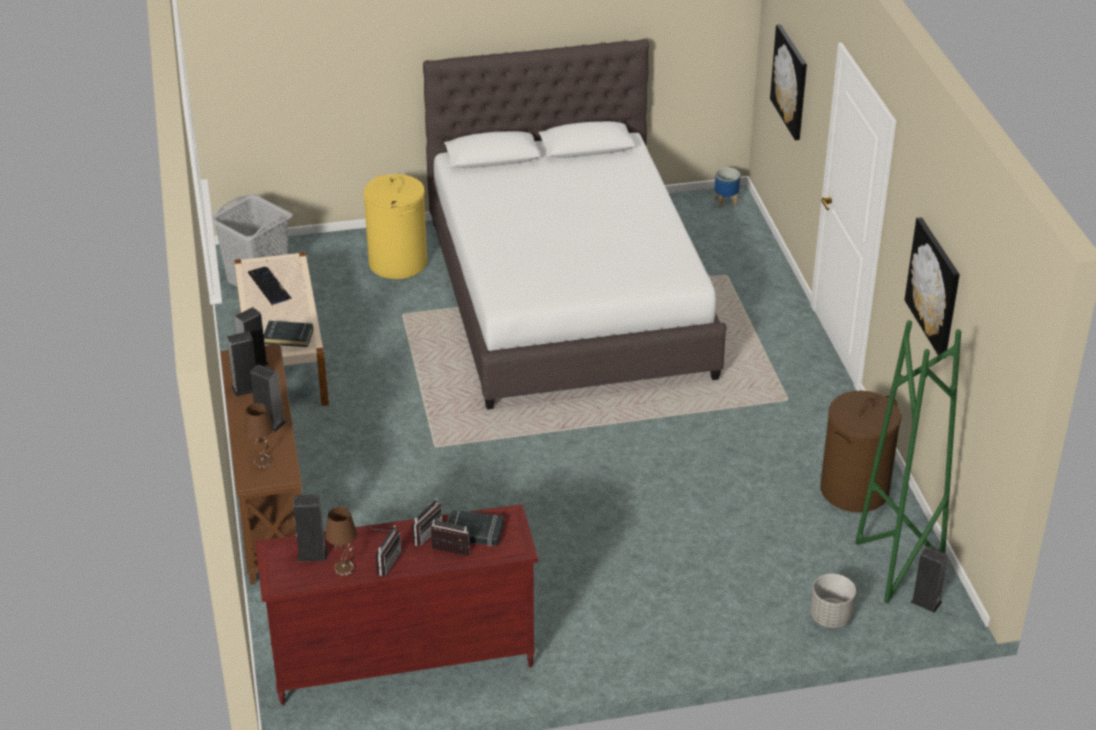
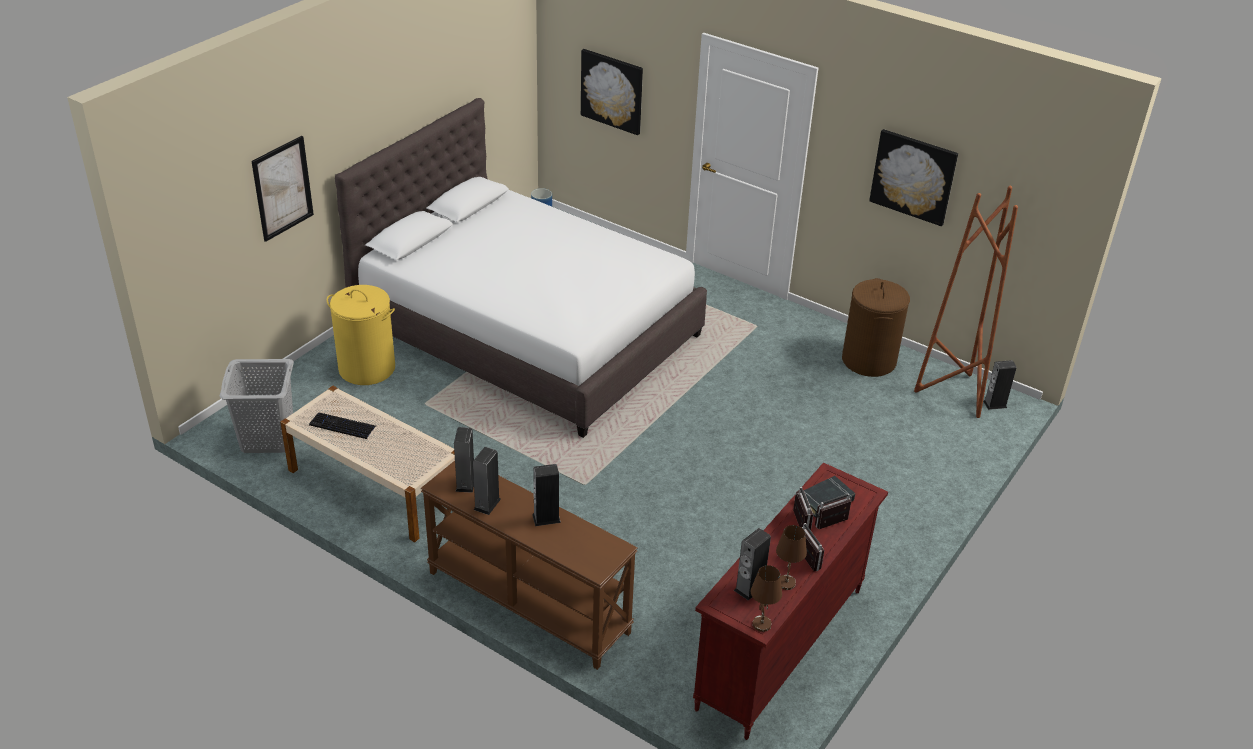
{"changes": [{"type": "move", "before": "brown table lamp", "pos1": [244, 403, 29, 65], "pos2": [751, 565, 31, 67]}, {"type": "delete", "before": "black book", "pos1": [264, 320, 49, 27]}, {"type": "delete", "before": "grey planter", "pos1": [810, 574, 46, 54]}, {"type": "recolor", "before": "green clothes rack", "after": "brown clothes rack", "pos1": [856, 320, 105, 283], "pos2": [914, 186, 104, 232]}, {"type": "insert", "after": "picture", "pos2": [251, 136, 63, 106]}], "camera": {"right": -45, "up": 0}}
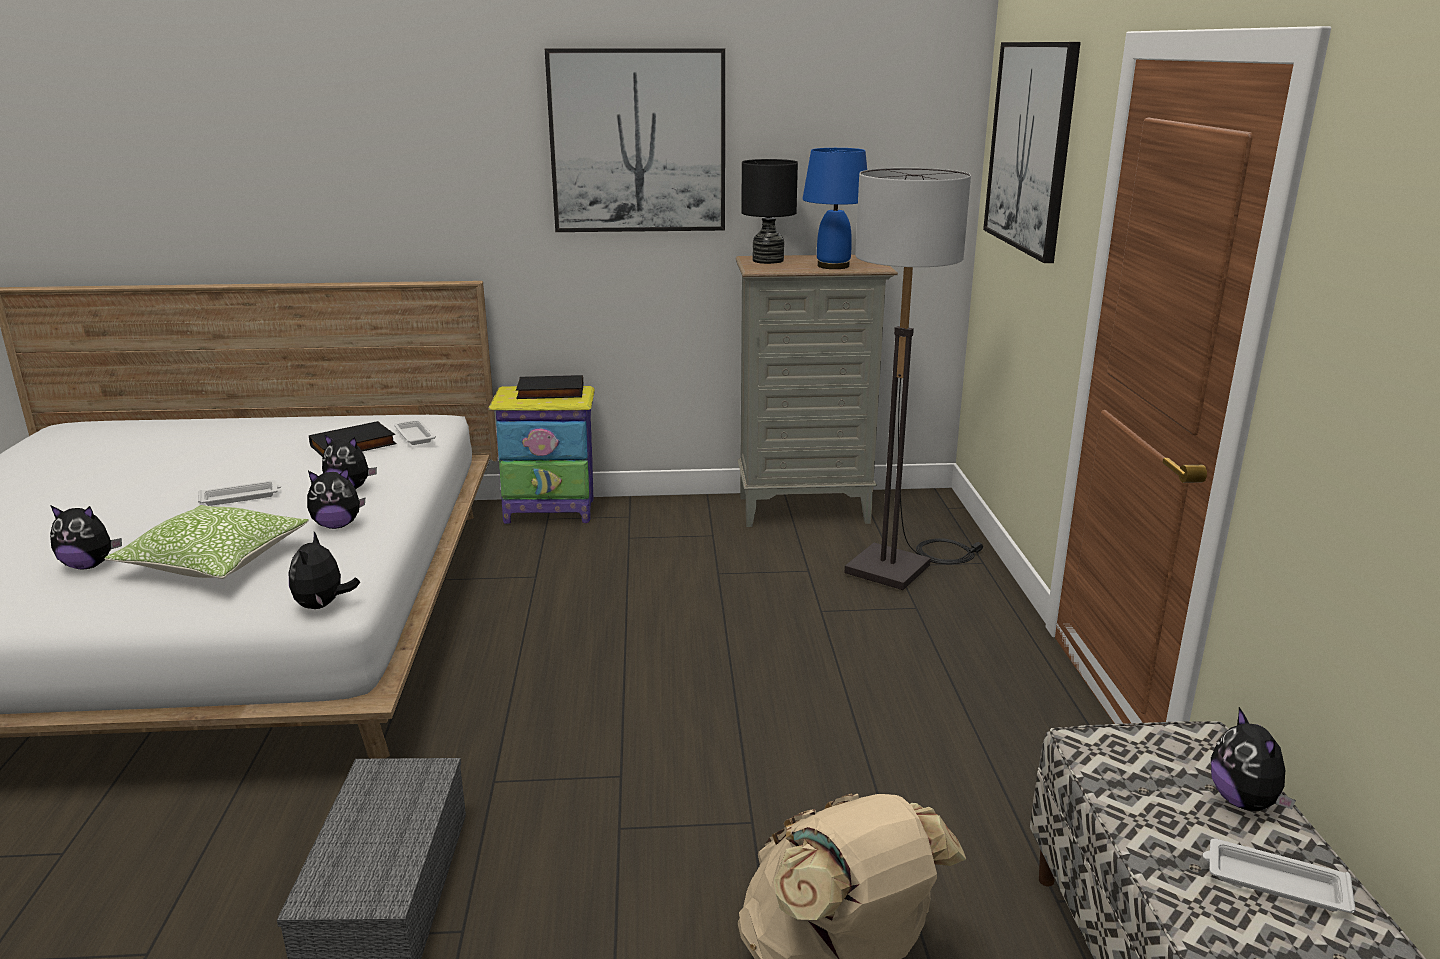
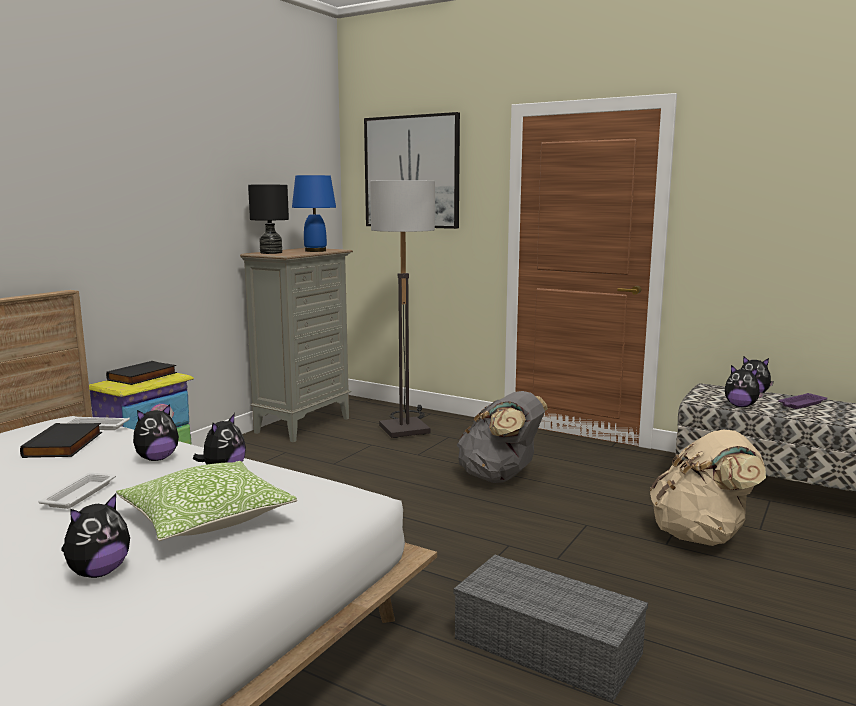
{"changes": [{"type": "move", "before": "plush toy", "pos1": [289, 532, 71, 77], "pos2": [725, 365, 39, 42]}, {"type": "delete", "before": "picture", "pos1": [545, 48, 180, 184]}, {"type": "recolor", "before": "white tray", "after": "purple tray", "pos1": [1203, 839, 153, 74], "pos2": [778, 393, 49, 16]}, {"type": "insert", "after": "grey backpack", "pos2": [457, 391, 91, 92]}], "camera": {"right": -55, "up": -10}}
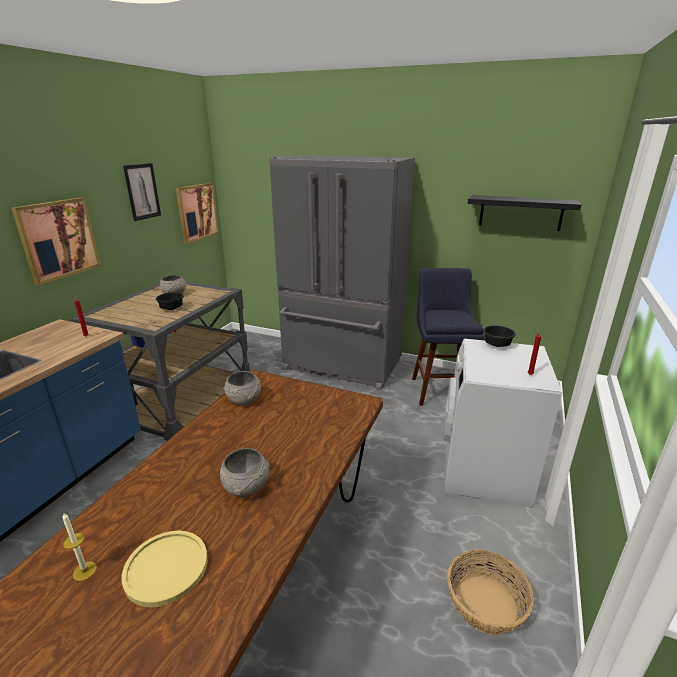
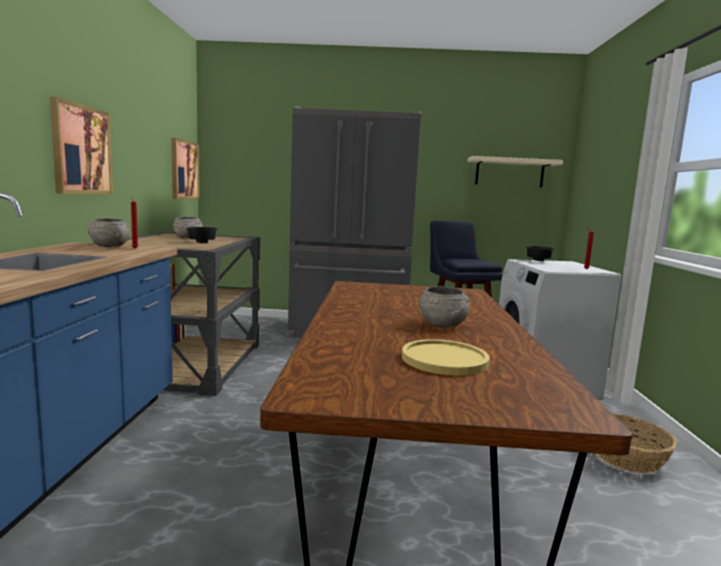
{"changes": [{"type": "delete", "before": "candle", "pos1": [62, 512, 35, 69]}, {"type": "delete", "before": "picture", "pos1": [123, 163, 38, 58]}, {"type": "move", "before": "grey bowl", "pos1": [224, 371, 37, 34], "pos2": [87, 218, 43, 29]}, {"type": "recolor", "before": "black shelf", "after": "beige shelf", "pos1": [468, 195, 113, 36], "pos2": [467, 156, 96, 31]}], "camera": {"right": -20, "up": -15}}
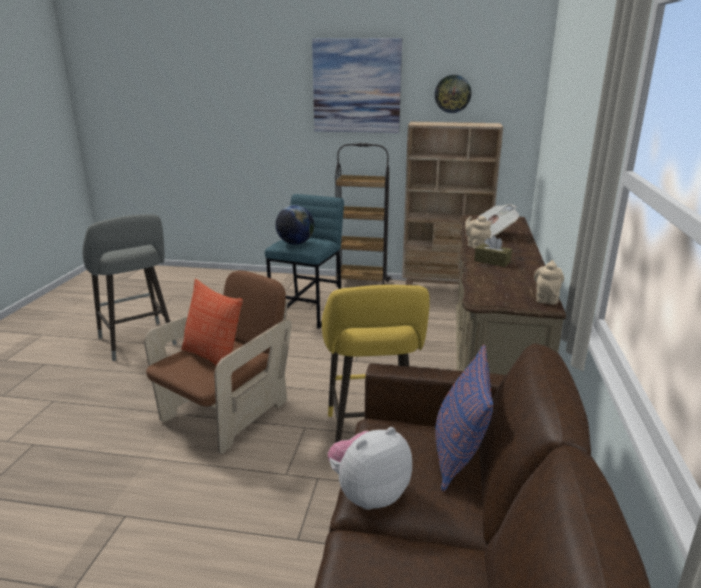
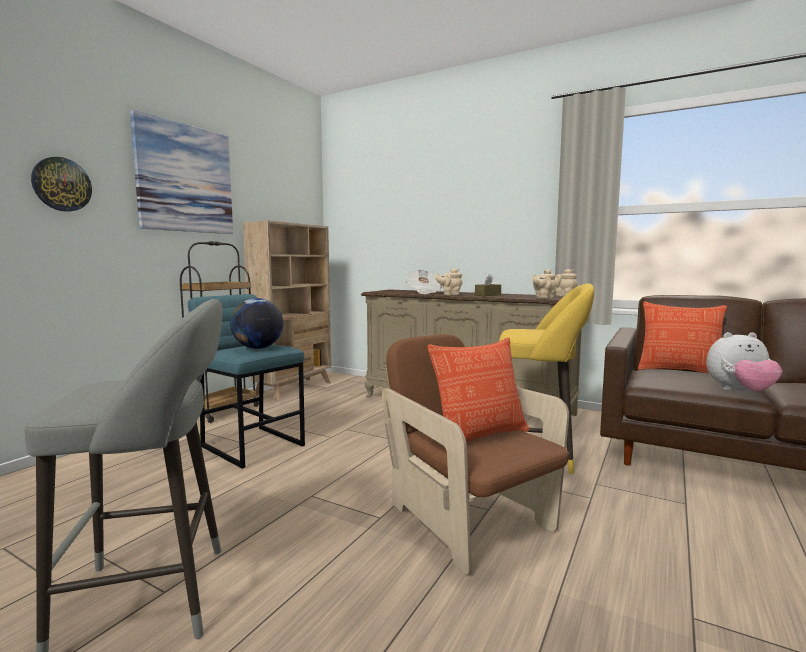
{"changes": [{"type": "rotate", "before": "plush toy", "pos1": [328, 427, 84, 83], "pos2": [706, 332, 77, 59], "turn": -75}, {"type": "move", "before": "wall clock", "pos1": [435, 75, 36, 38], "pos2": [31, 157, 61, 55]}, {"type": "recolor", "before": "blue pillow", "after": "orange pillow", "pos1": [435, 344, 58, 148], "pos2": [638, 302, 89, 71]}, {"type": "insert", "after": "beige teapot", "pos2": [533, 269, 23, 30]}], "camera": {"right": -70, "up": -15}}
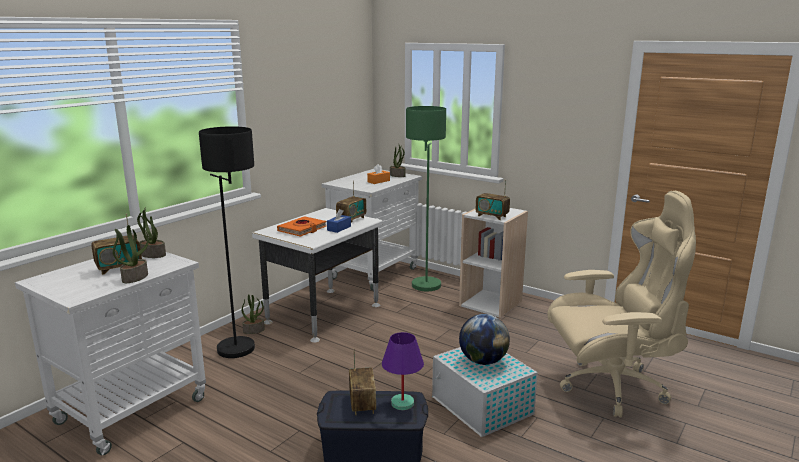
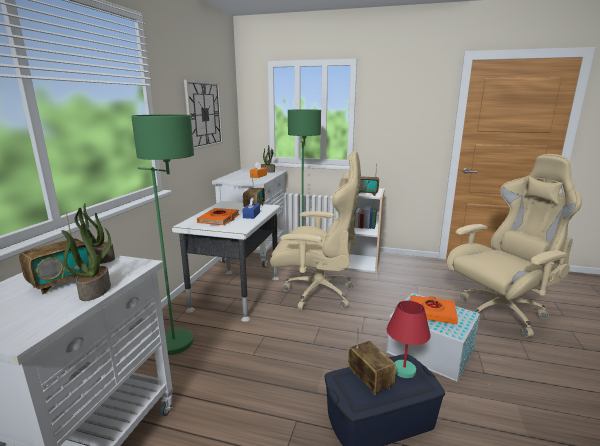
{"changes": [{"type": "recolor", "before": "black floor lamp", "after": "green floor lamp", "pos1": [199, 126, 56, 232], "pos2": [131, 114, 63, 241]}, {"type": "delete", "before": "potted plant", "pos1": [242, 294, 23, 40]}, {"type": "recolor", "before": "purple table lamp", "after": "red table lamp", "pos1": [382, 332, 42, 78], "pos2": [387, 301, 44, 77]}, {"type": "replace", "before": "globe", "after": "orange book", "pos1": [459, 314, 51, 51], "pos2": [410, 295, 48, 29]}, {"type": "insert", "after": "wall clock", "pos2": [184, 79, 39, 71]}, {"type": "insert", "after": "beige office chair", "pos2": [270, 151, 91, 159]}], "camera": {"right": -20, "up": 0}}
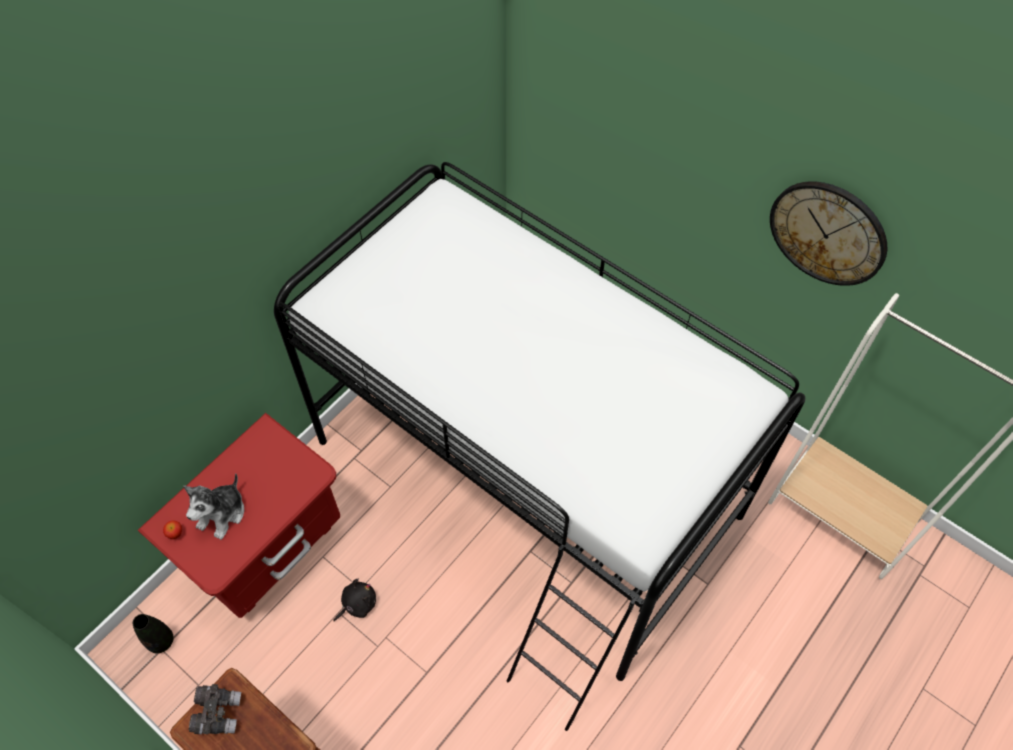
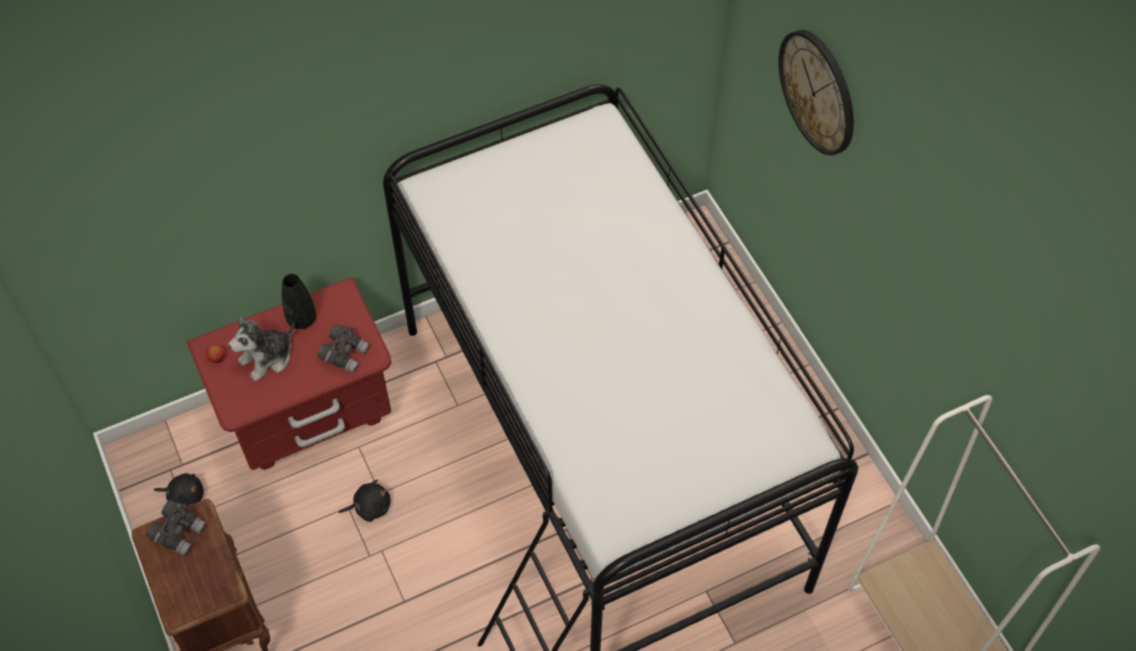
{"changes": [{"type": "move", "before": "black vase", "pos1": [133, 614, 41, 39], "pos2": [282, 274, 34, 55]}, {"type": "move", "before": "wall clock", "pos1": [770, 181, 117, 105], "pos2": [779, 30, 75, 125]}, {"type": "insert", "after": "black plush toy", "pos2": [154, 473, 50, 33]}, {"type": "insert", "after": "grey binoculars", "pos2": [317, 324, 53, 49]}], "camera": {"right": 25, "up": 0}}
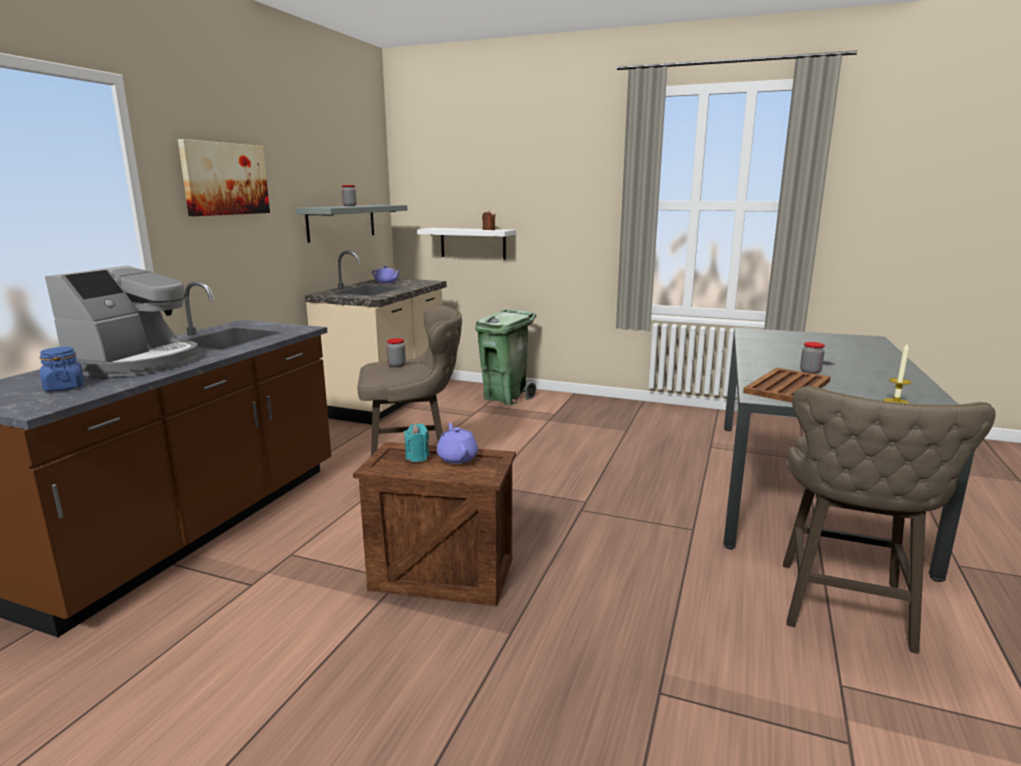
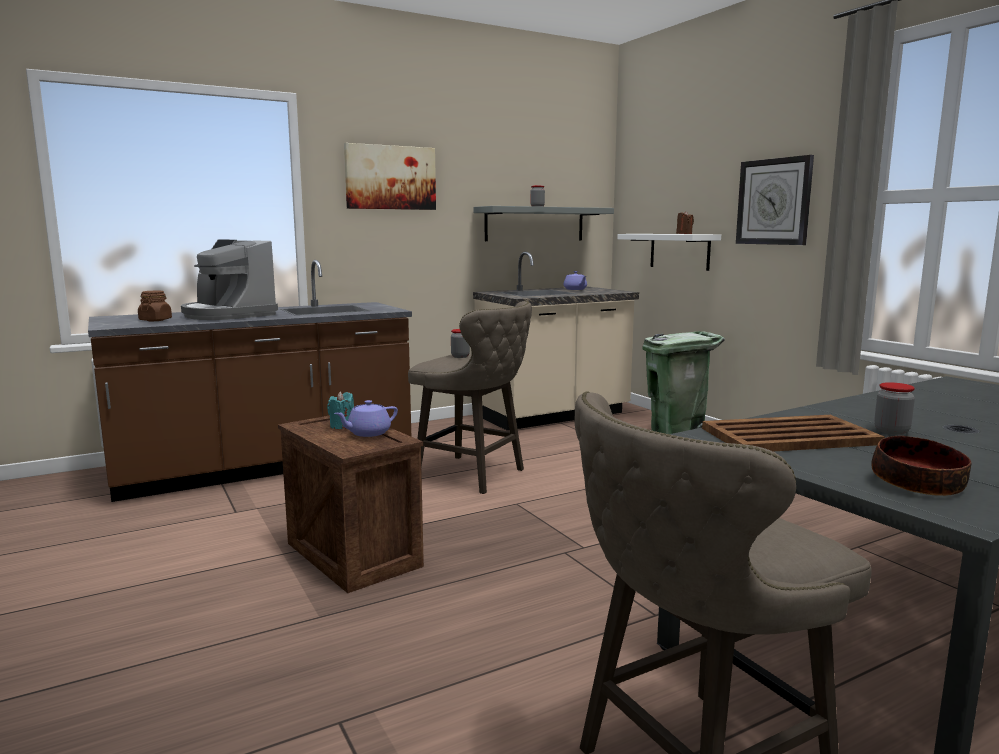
{"changes": [{"type": "recolor", "before": "blue jar", "after": "brown jar", "pos1": [40, 347, 44, 44], "pos2": [138, 291, 34, 30]}, {"type": "rotate", "before": "coffee machine", "pos1": [45, 265, 154, 112], "pos2": [181, 239, 97, 81], "turn": 75}, {"type": "rotate", "before": "purple teapot", "pos1": [437, 423, 41, 41], "pos2": [334, 400, 64, 37], "turn": -150}, {"type": "replace", "before": "candle", "after": "bowl", "pos1": [883, 342, 29, 62], "pos2": [871, 436, 100, 60]}, {"type": "insert", "after": "wall clock", "pos2": [736, 155, 78, 90]}], "camera": {"right": 40, "up": -5}}
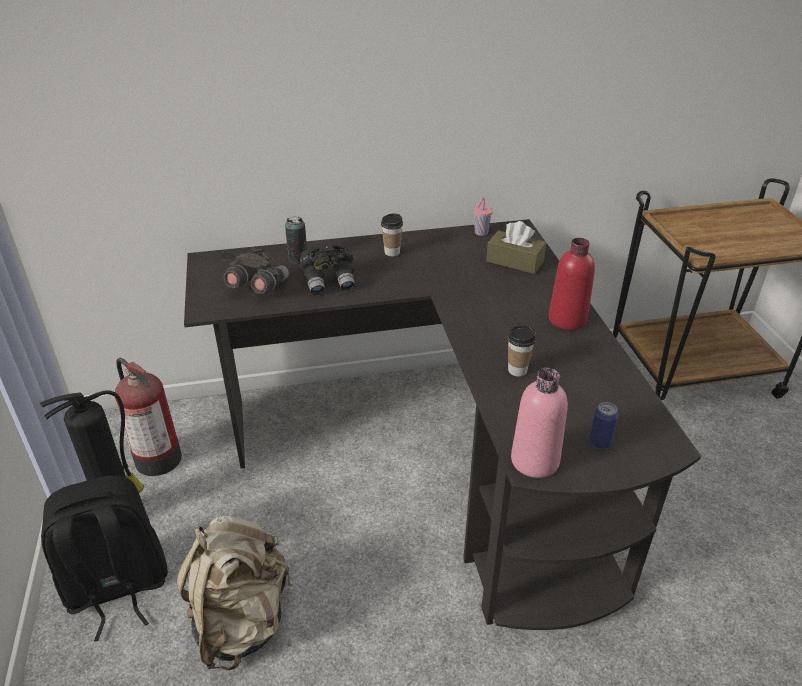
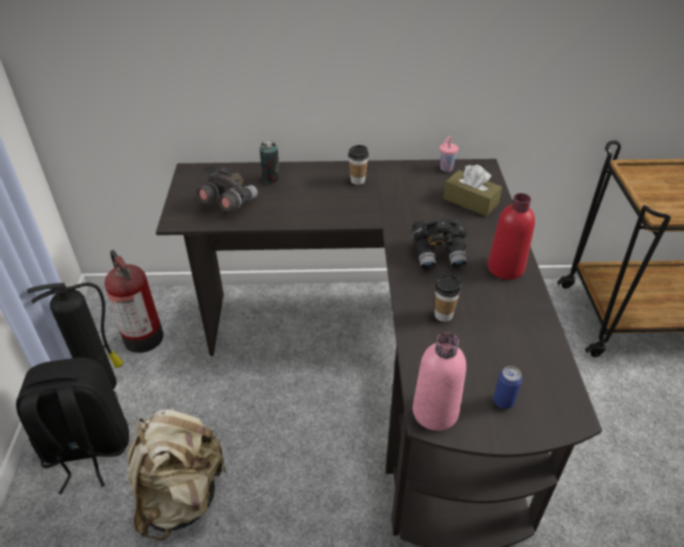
{"changes": [{"type": "move", "before": "black binoculars", "pos1": [300, 241, 55, 55], "pos2": [412, 217, 56, 53]}], "camera": {"right": 10, "up": 5}}
